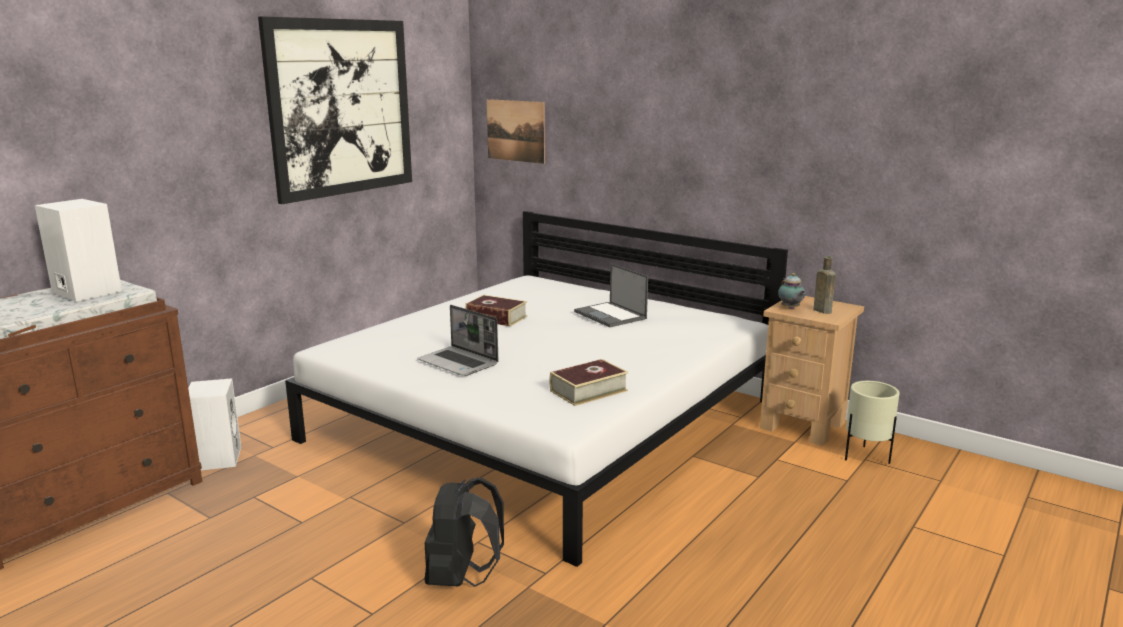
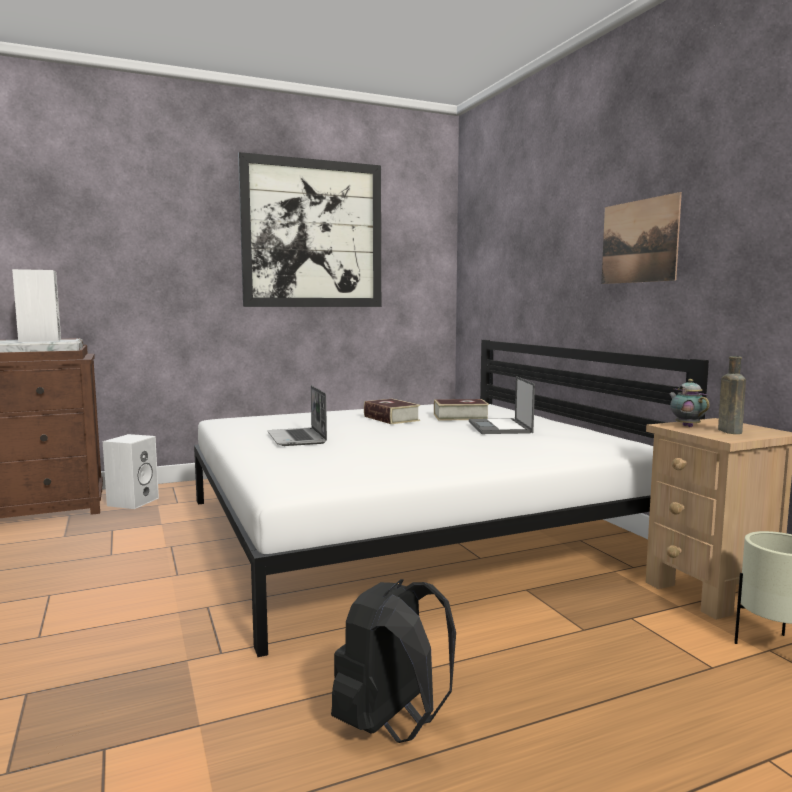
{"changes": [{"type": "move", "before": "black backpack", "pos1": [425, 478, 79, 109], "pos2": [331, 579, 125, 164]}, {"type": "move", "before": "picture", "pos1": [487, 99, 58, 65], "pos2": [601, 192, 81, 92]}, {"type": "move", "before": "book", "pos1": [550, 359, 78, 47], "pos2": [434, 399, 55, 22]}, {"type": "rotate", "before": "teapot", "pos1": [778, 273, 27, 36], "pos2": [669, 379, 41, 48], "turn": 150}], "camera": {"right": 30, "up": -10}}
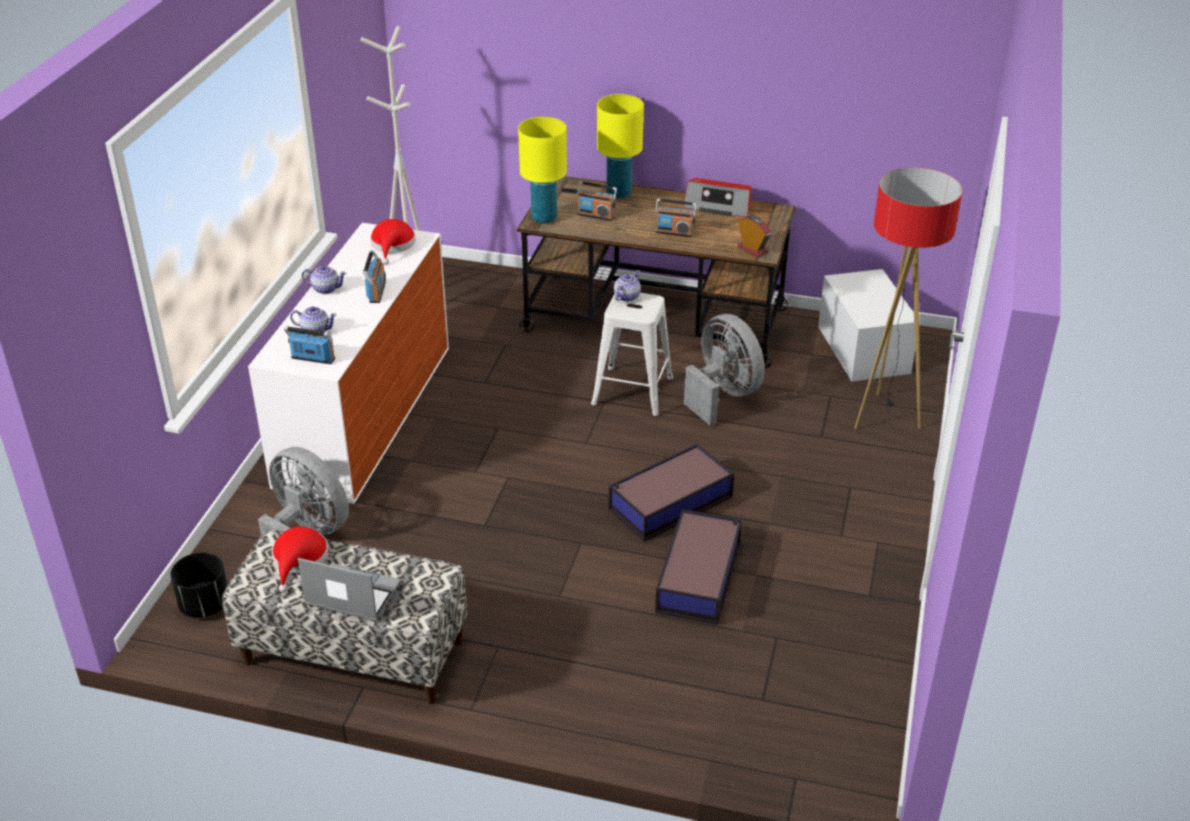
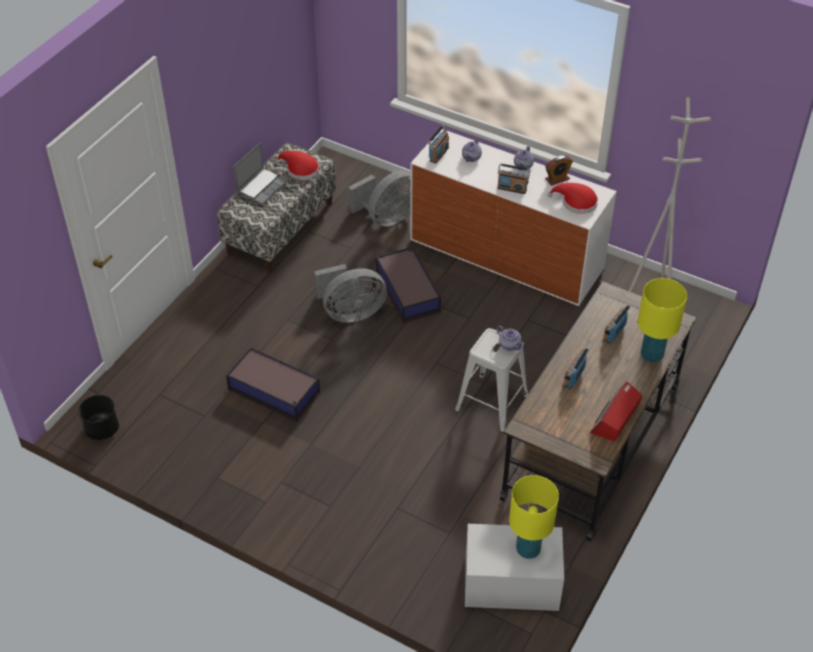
{"changes": [{"type": "move", "before": "black planter", "pos1": [170, 552, 58, 66], "pos2": [79, 395, 40, 45]}, {"type": "move", "before": "yellow table lamp", "pos1": [518, 117, 49, 106], "pos2": [509, 475, 50, 84]}, {"type": "move", "before": "storage box", "pos1": [608, 444, 126, 98], "pos2": [376, 247, 65, 76]}, {"type": "move", "before": "grey fan", "pos1": [684, 314, 81, 111], "pos2": [314, 264, 73, 59]}, {"type": "move", "before": "alarm clock", "pos1": [737, 215, 34, 42], "pos2": [545, 156, 28, 30]}, {"type": "delete", "before": "floor lamp", "pos1": [855, 167, 107, 262]}], "camera": {"right": 105, "up": 10}}
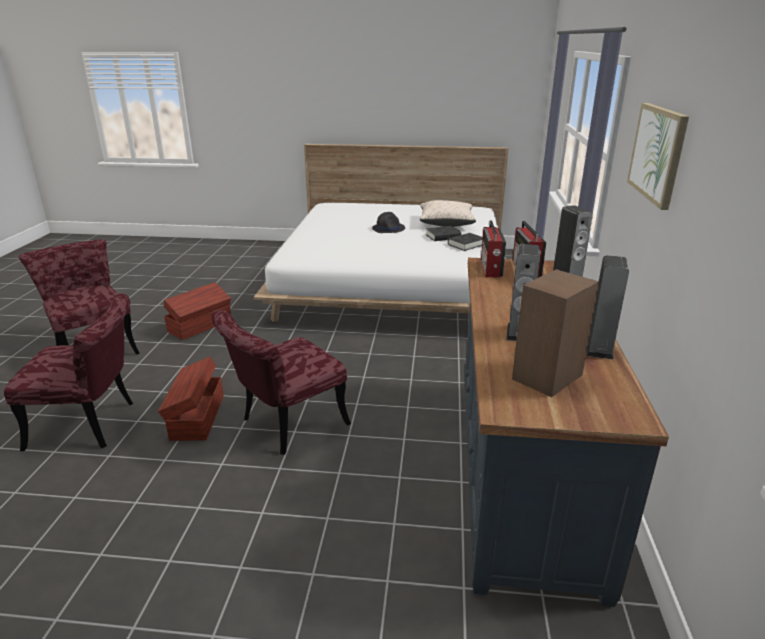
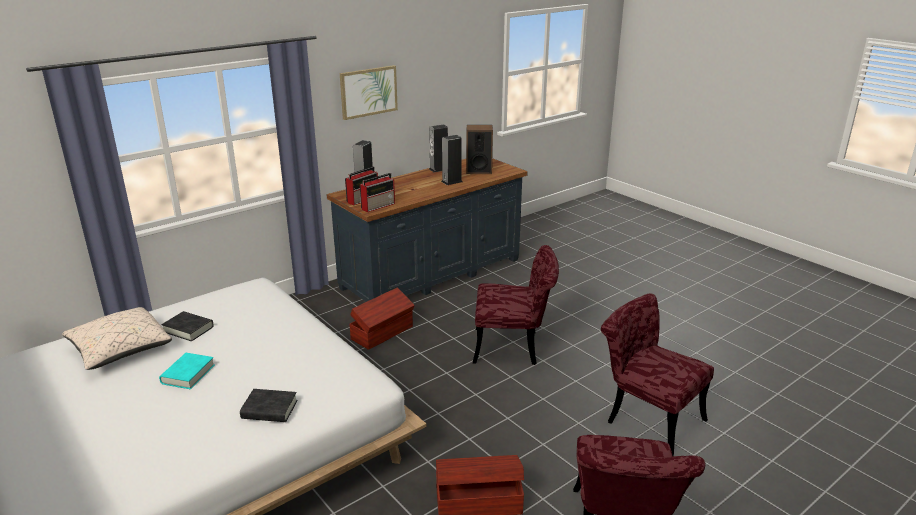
{"changes": [{"type": "move", "before": "brown storage box", "pos1": [158, 357, 66, 84], "pos2": [350, 287, 65, 63]}, {"type": "replace", "before": "black hat", "after": "turquoise book", "pos1": [372, 212, 33, 21], "pos2": [159, 353, 56, 36]}, {"type": "move", "before": "black book", "pos1": [448, 233, 35, 18], "pos2": [240, 389, 57, 33]}], "camera": {"right": -135, "up": 0}}
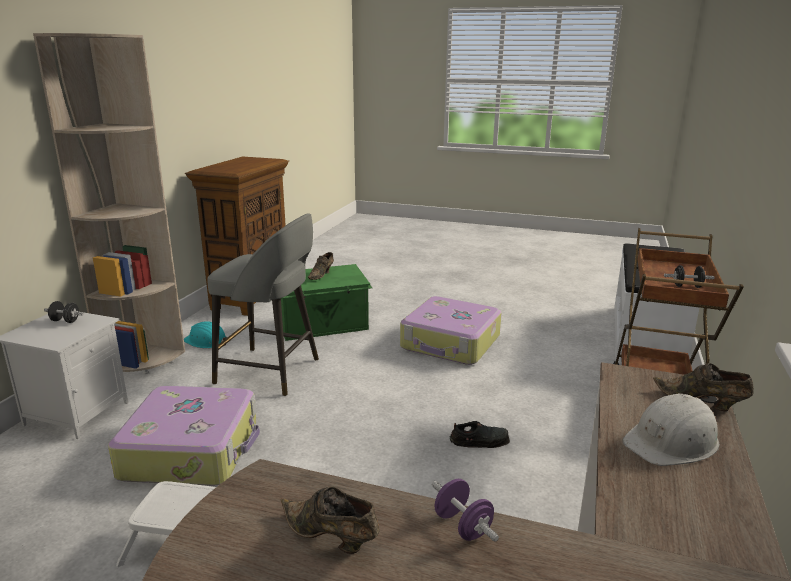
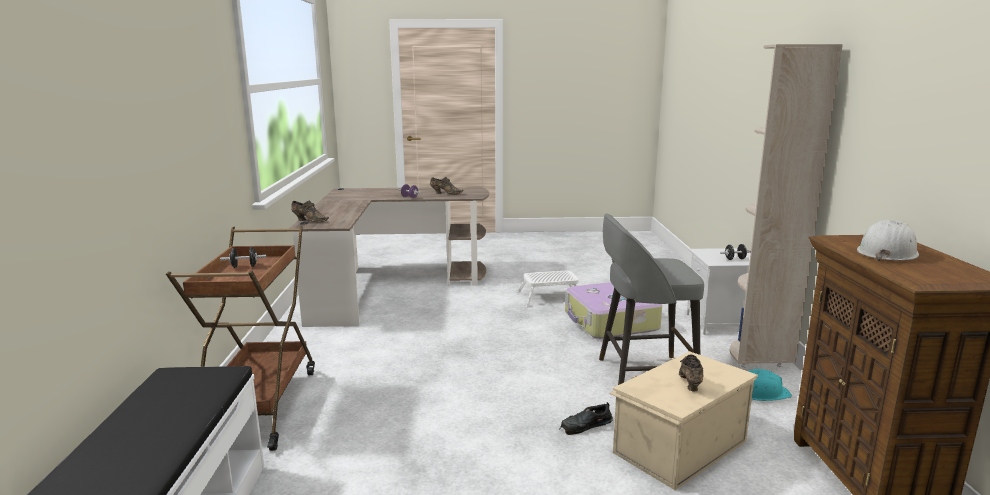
{"changes": [{"type": "recolor", "before": "green storage box", "after": "beige storage box", "pos1": [281, 264, 91, 77], "pos2": [609, 351, 149, 139]}, {"type": "delete", "before": "suitcase", "pos1": [400, 296, 102, 69]}, {"type": "move", "before": "black shoe", "pos1": [450, 421, 60, 27], "pos2": [560, 402, 53, 33]}, {"type": "move", "before": "white hard hat", "pos1": [622, 394, 98, 72], "pos2": [857, 220, 62, 41]}], "camera": {"right": 160, "up": -5}}
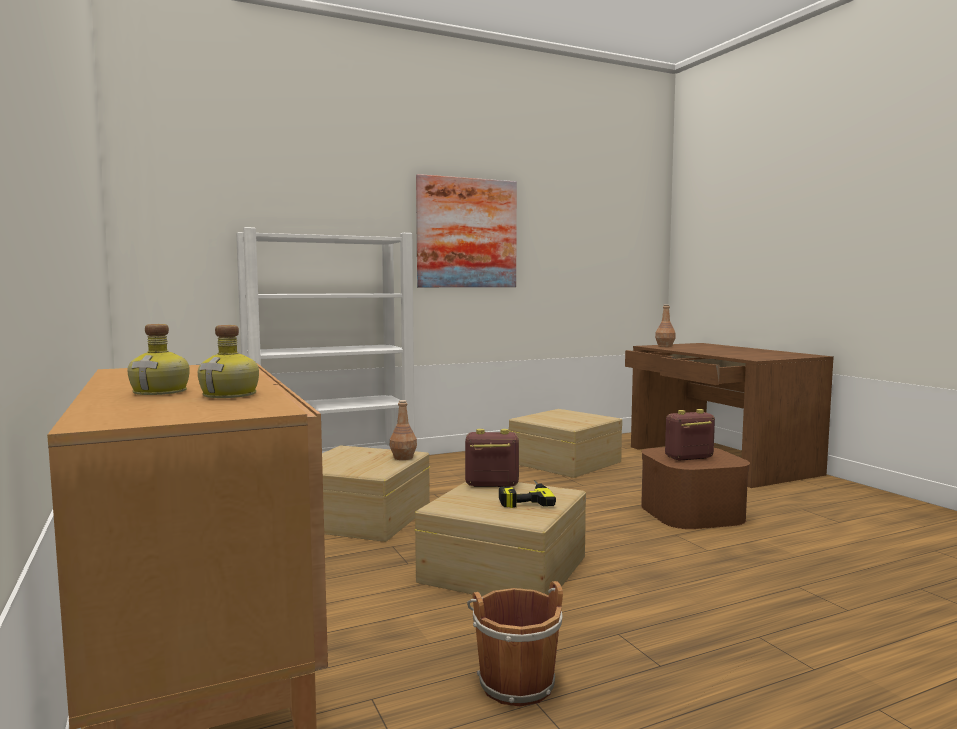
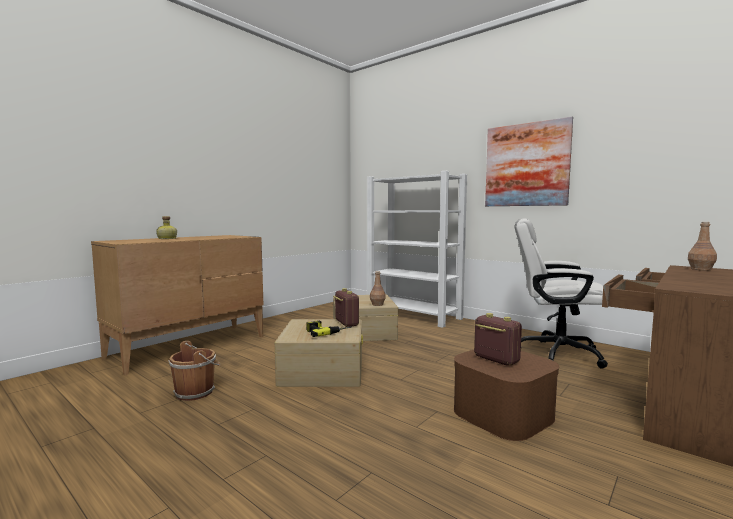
{"changes": [{"type": "delete", "before": "bottle", "pos1": [198, 325, 61, 73]}, {"type": "replace", "before": "beige storage box", "after": "white office chair", "pos1": [509, 409, 113, 69], "pos2": [514, 219, 94, 150]}], "camera": {"right": 65, "up": 0}}
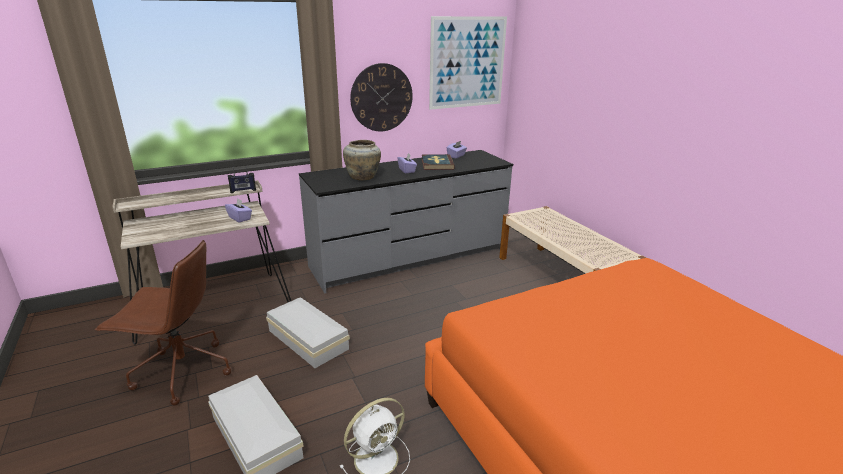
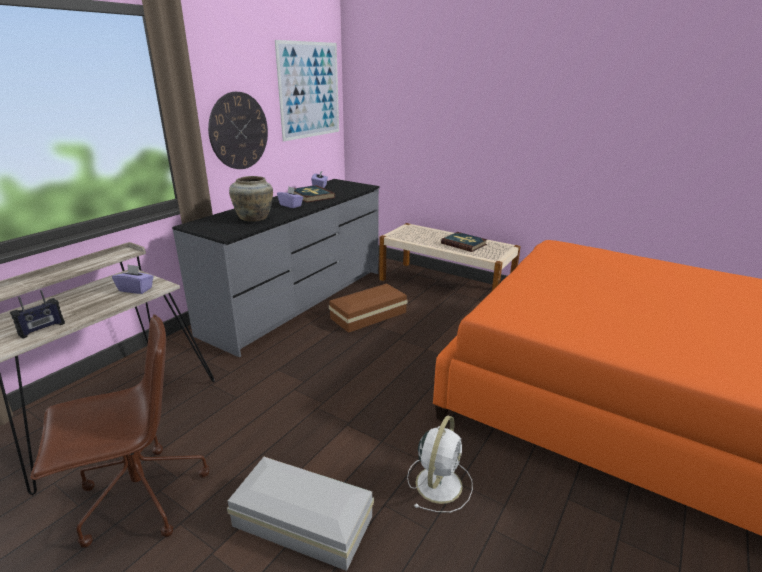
{"changes": [{"type": "move", "before": "radio", "pos1": [228, 166, 28, 27], "pos2": [10, 290, 55, 49]}, {"type": "delete", "before": "white storage box", "pos1": [266, 297, 84, 71]}, {"type": "insert", "after": "brown storage box", "pos2": [329, 283, 79, 50]}, {"type": "insert", "after": "book", "pos2": [441, 232, 46, 20]}], "camera": {"right": -30, "up": 0}}
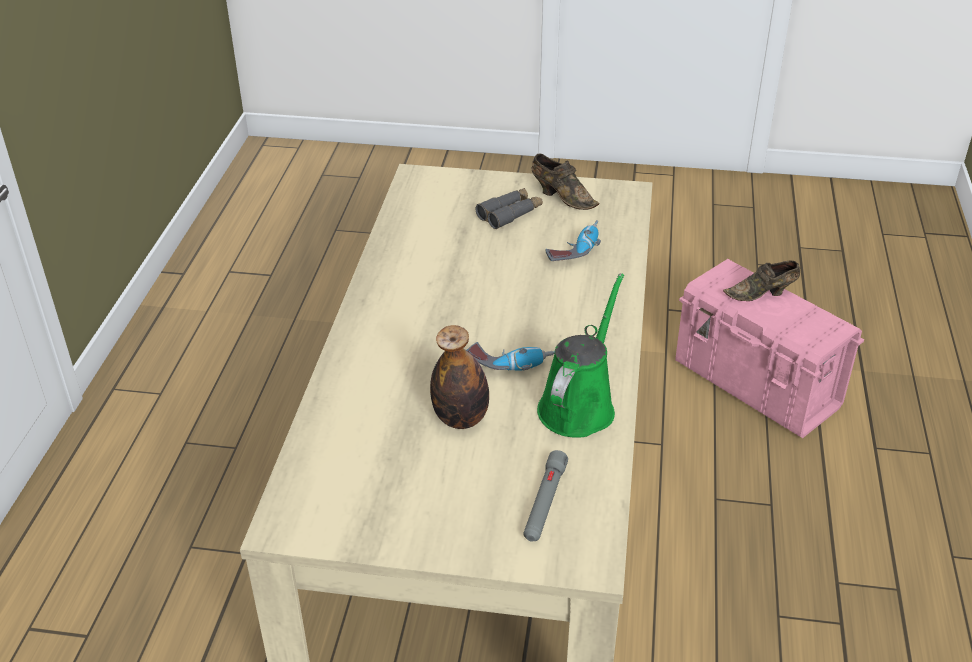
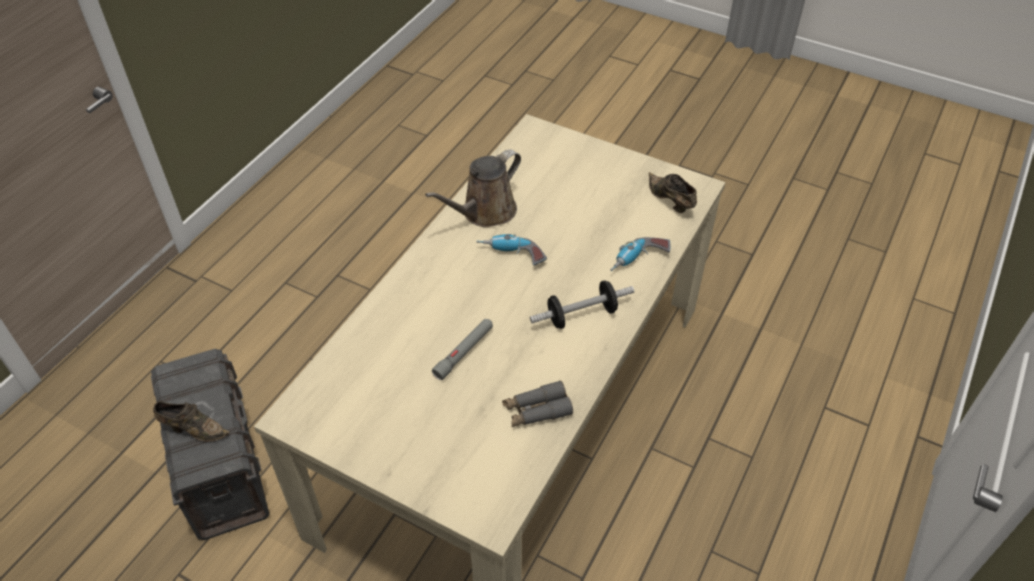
{"changes": [{"type": "delete", "before": "bottle", "pos1": [430, 325, 59, 104]}, {"type": "move", "before": "grey binoculars", "pos1": [476, 188, 67, 41], "pos2": [502, 380, 71, 47]}, {"type": "move", "before": "grey flashlight", "pos1": [523, 450, 45, 91], "pos2": [432, 319, 61, 61]}, {"type": "move", "before": "brown shoe", "pos1": [531, 154, 68, 56], "pos2": [649, 172, 48, 41]}, {"type": "recolor", "before": "green watering can", "after": "brown watering can", "pos1": [537, 273, 87, 164], "pos2": [425, 149, 96, 78]}, {"type": "move", "before": "power drill", "pos1": [545, 220, 56, 41], "pos2": [610, 237, 60, 34]}, {"type": "recolor", "before": "pink storage box", "after": "grey storage box", "pos1": [675, 259, 189, 179], "pos2": [151, 349, 119, 191]}, {"type": "insert", "after": "dumbbell", "pos2": [530, 281, 104, 48]}], "camera": {"right": -160, "up": 10}}
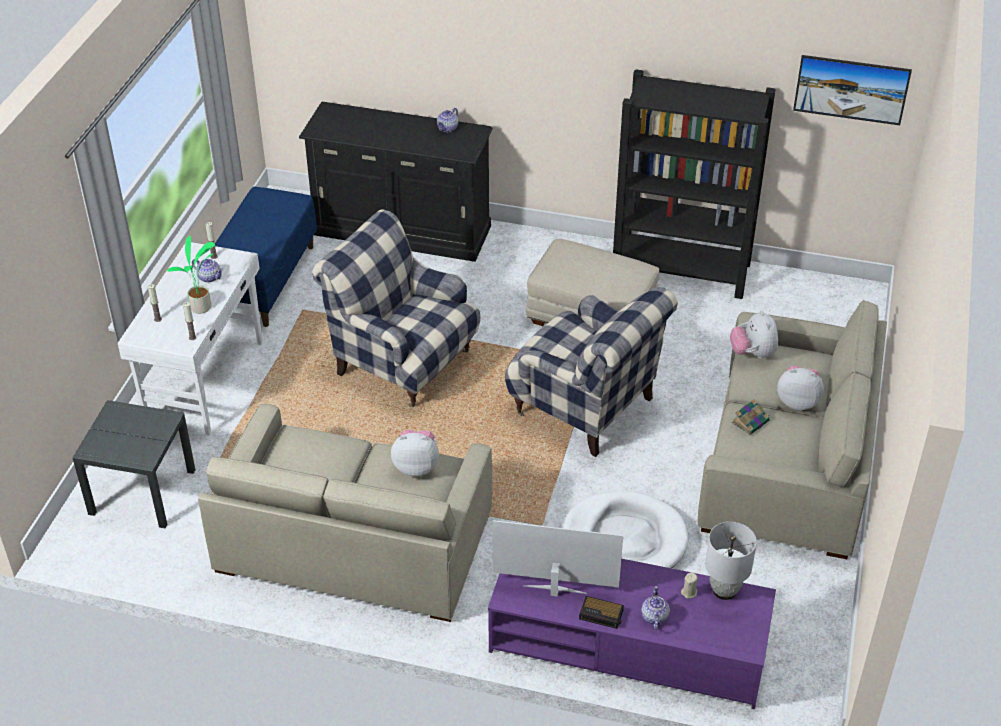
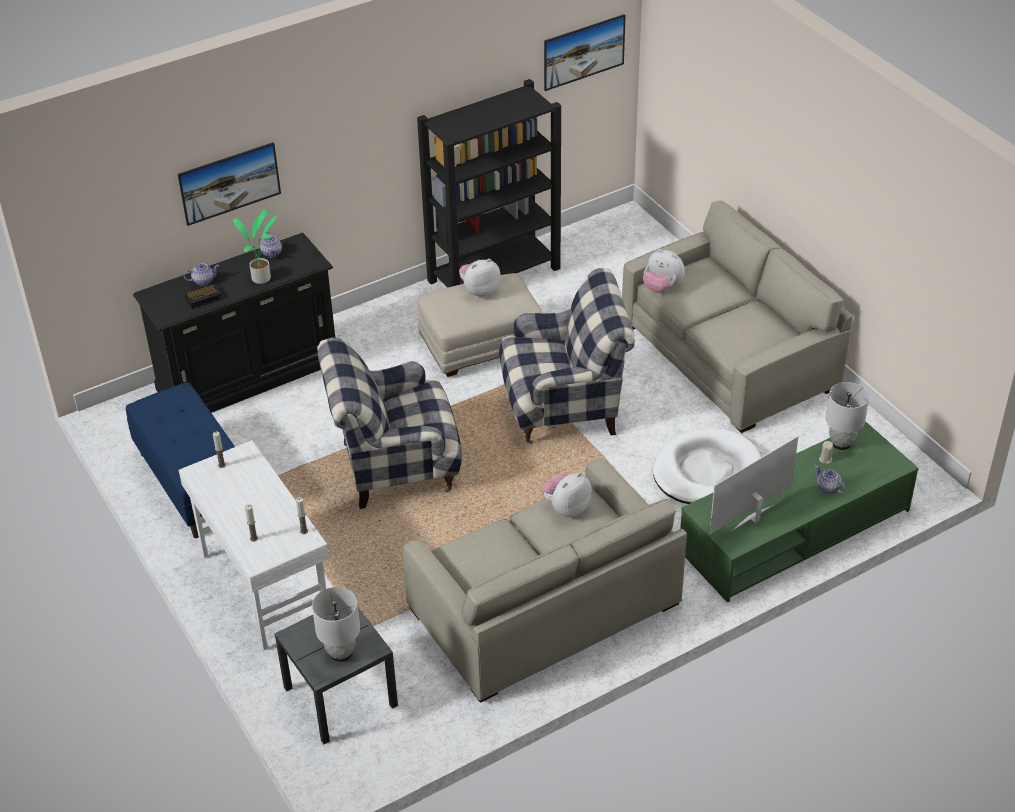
{"changes": [{"type": "move", "before": "potted plant", "pos1": [167, 235, 48, 79], "pos2": [233, 210, 44, 74]}, {"type": "move", "before": "teapot", "pos1": [192, 259, 31, 24], "pos2": [184, 264, 36, 22]}, {"type": "recolor", "before": "purple tv stand", "after": "green tv stand", "pos1": [488, 559, 288, 150], "pos2": [680, 421, 239, 181]}, {"type": "move", "before": "alarm clock", "pos1": [579, 596, 45, 33], "pos2": [185, 284, 37, 25]}, {"type": "delete", "before": "book", "pos1": [732, 399, 38, 36]}, {"type": "move", "before": "plush toy", "pos1": [777, 366, 47, 44], "pos2": [459, 259, 41, 39]}, {"type": "insert", "after": "picture", "pos2": [178, 142, 103, 84]}, {"type": "insert", "after": "white table lamp", "pos2": [312, 587, 48, 75]}], "camera": {"right": -45, "up": 0}}
